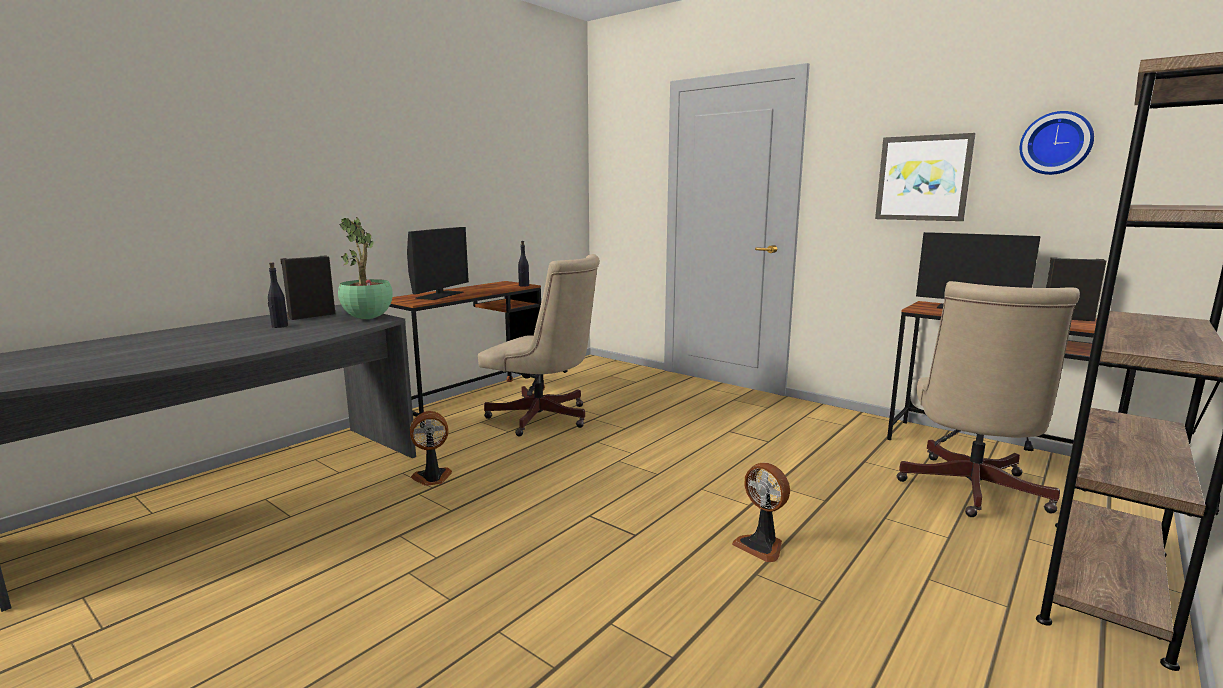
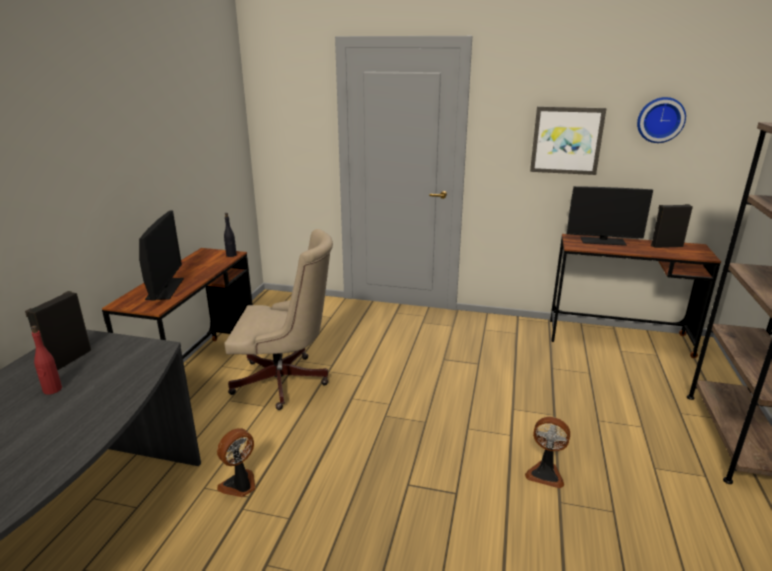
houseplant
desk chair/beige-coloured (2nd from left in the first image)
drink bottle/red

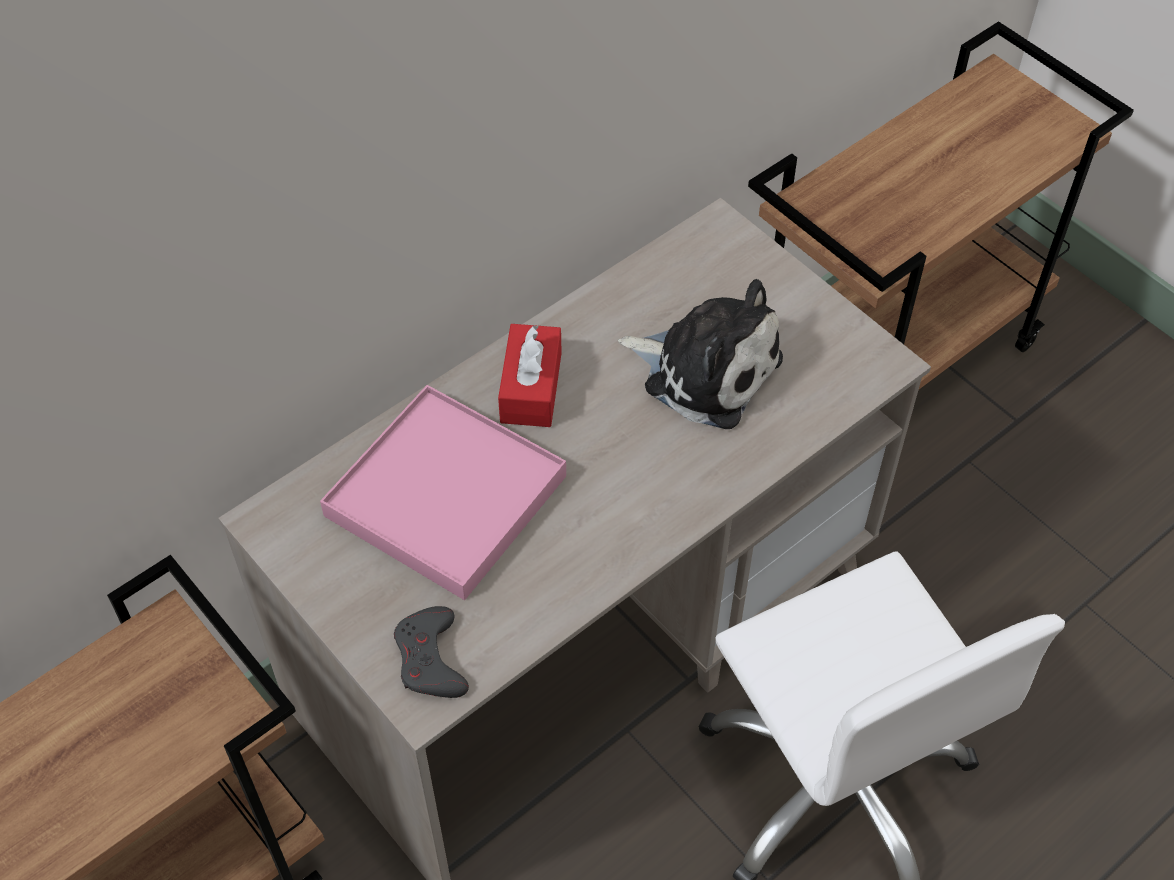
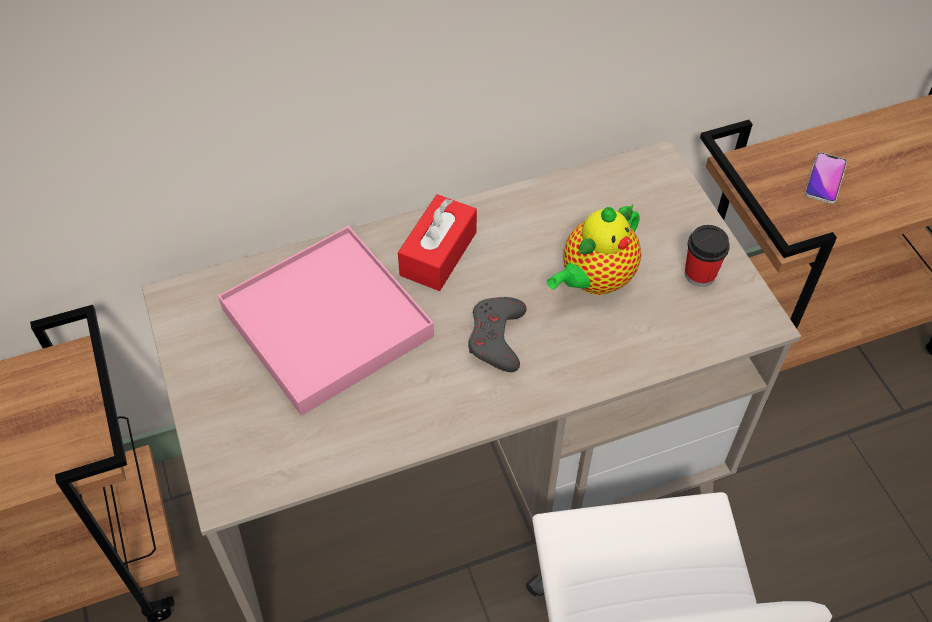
small cup
handset
joypad/gray
teapot

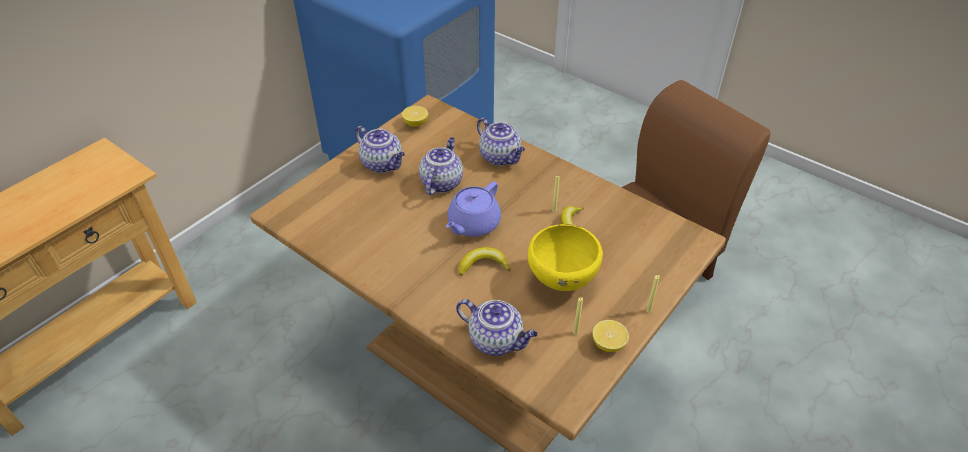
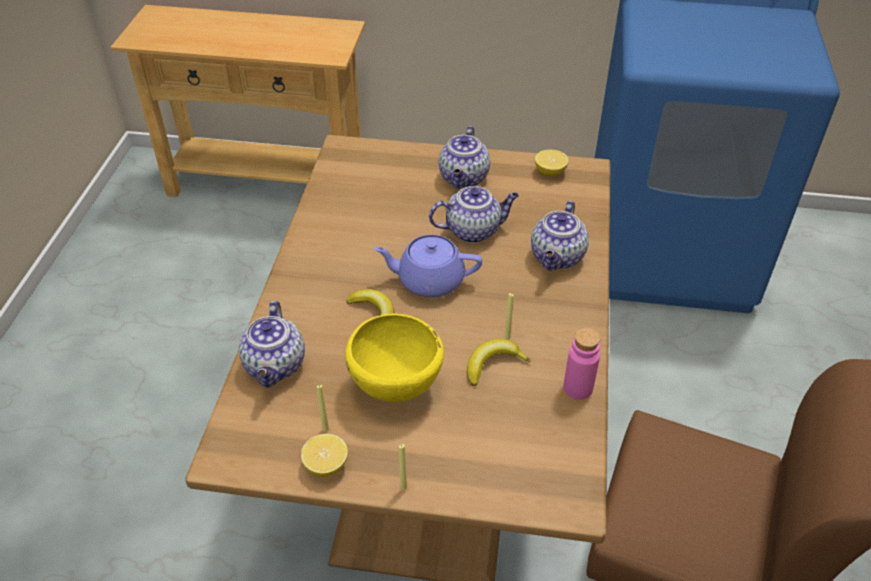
drink bottle/pinkish

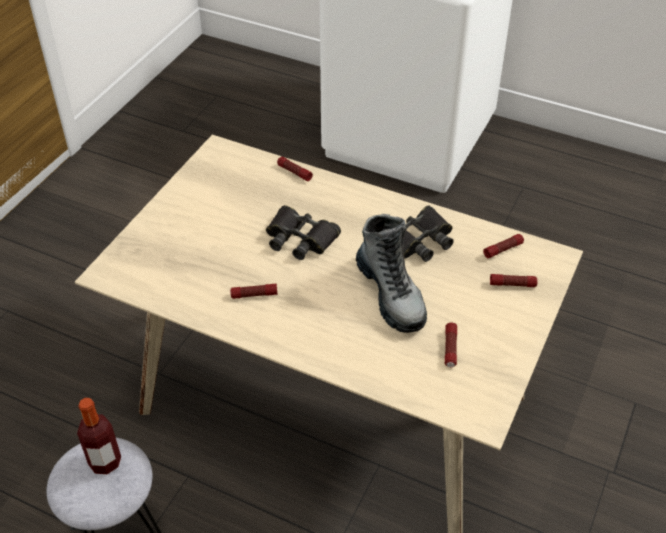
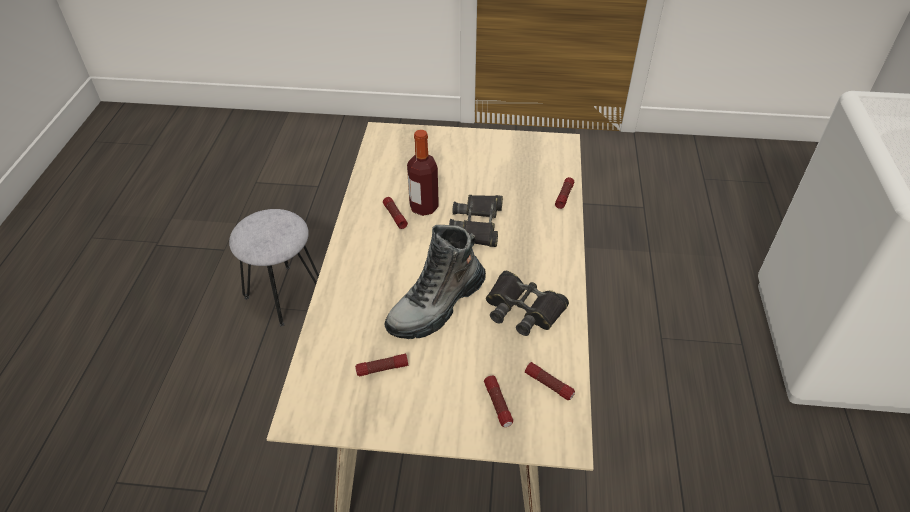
drink bottle

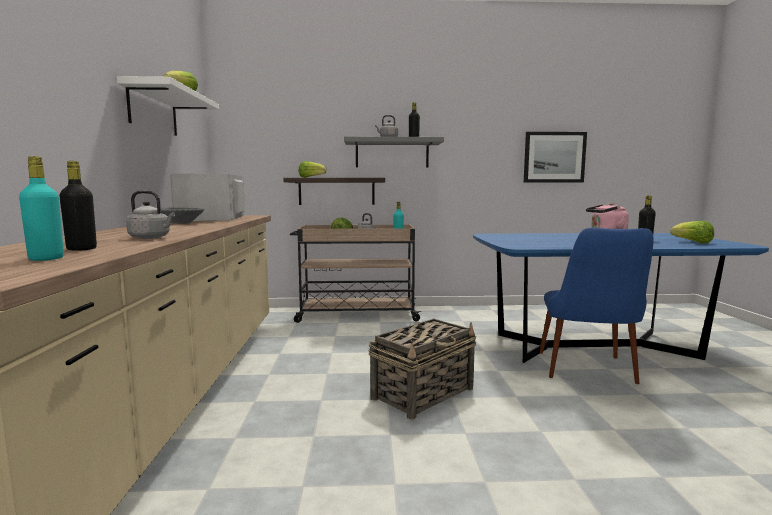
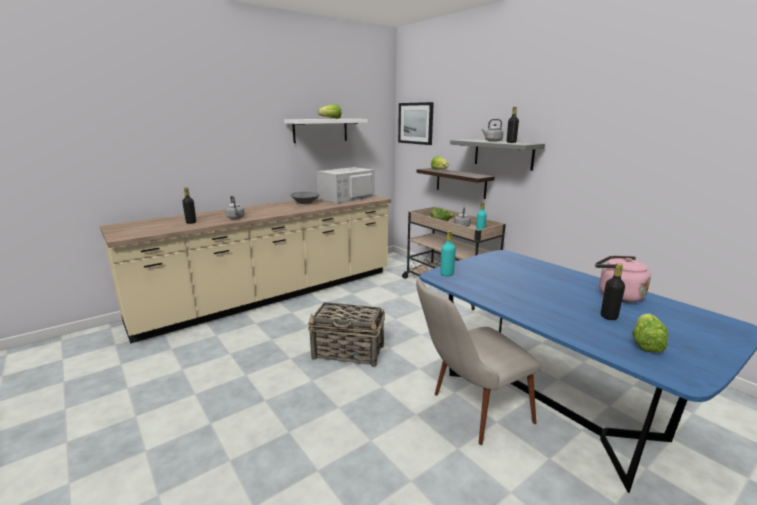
drink bottle/blue-green (1st from left)
wall art
upright chair/beige-coloured

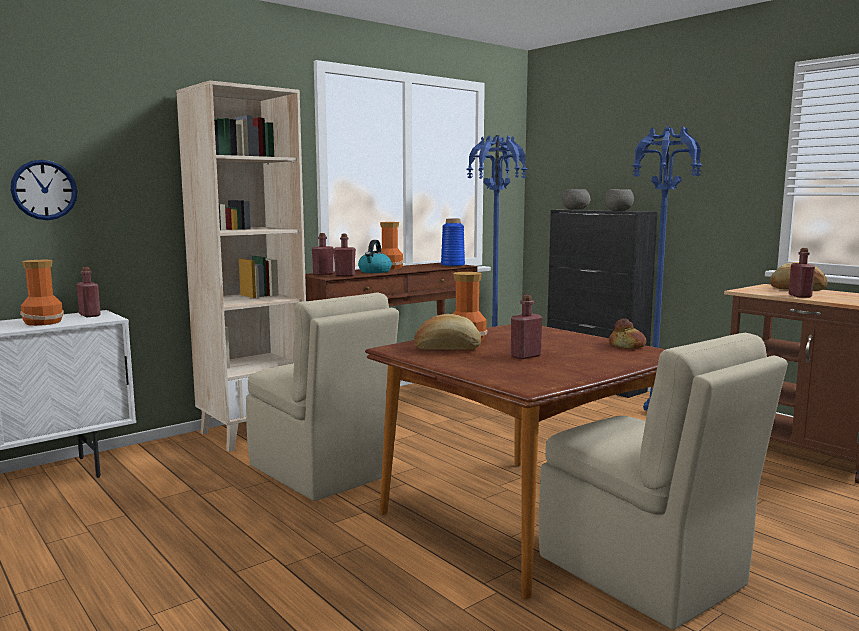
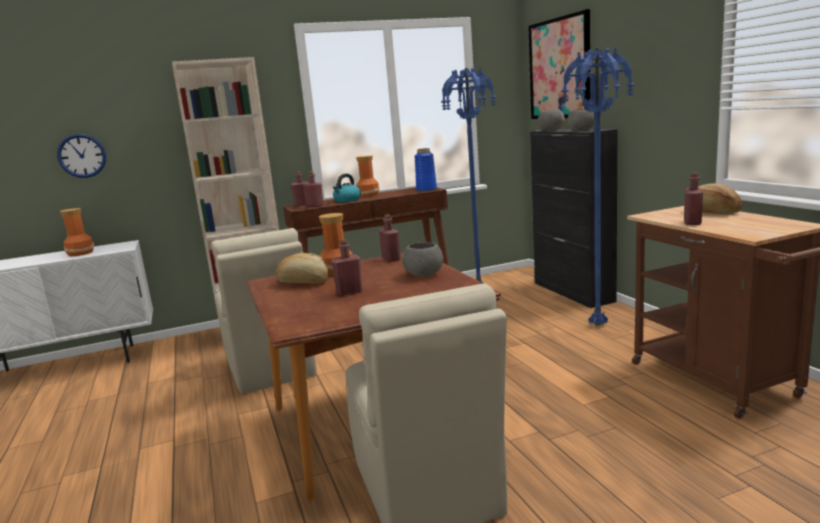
bread (2nd from left in the first image)
deep dish/gray (1st from left)
wall art
drink bottle/red (4th from left)

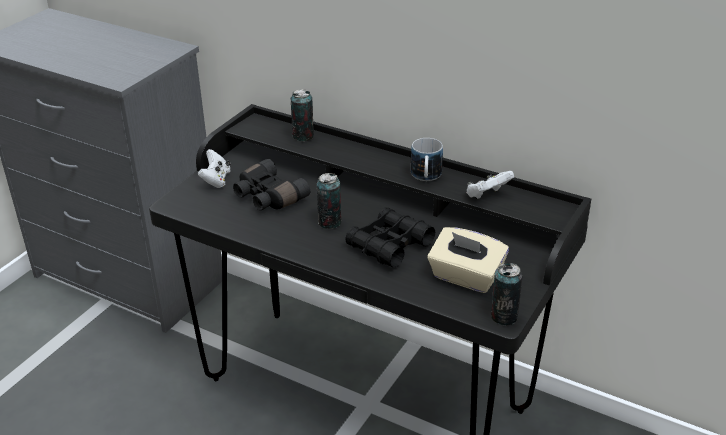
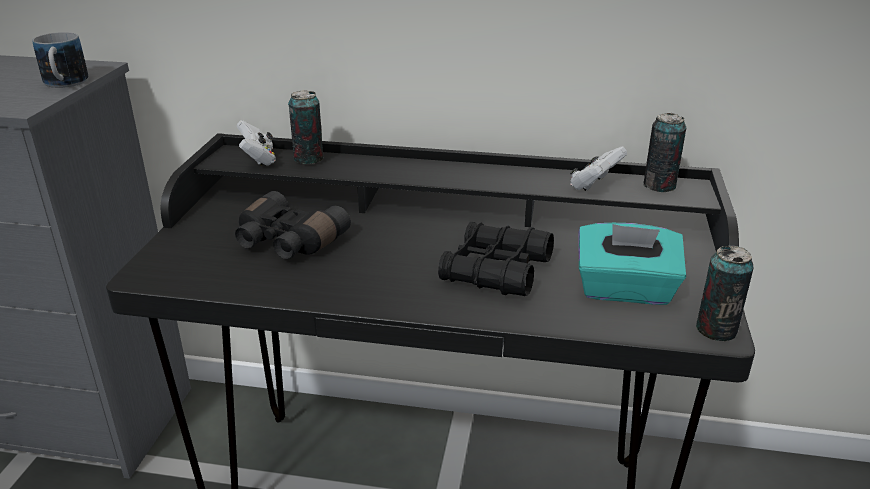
joypad/white (1st from left)
sealed can (2nd from left)
coffee mug
tissue holder/blue-green

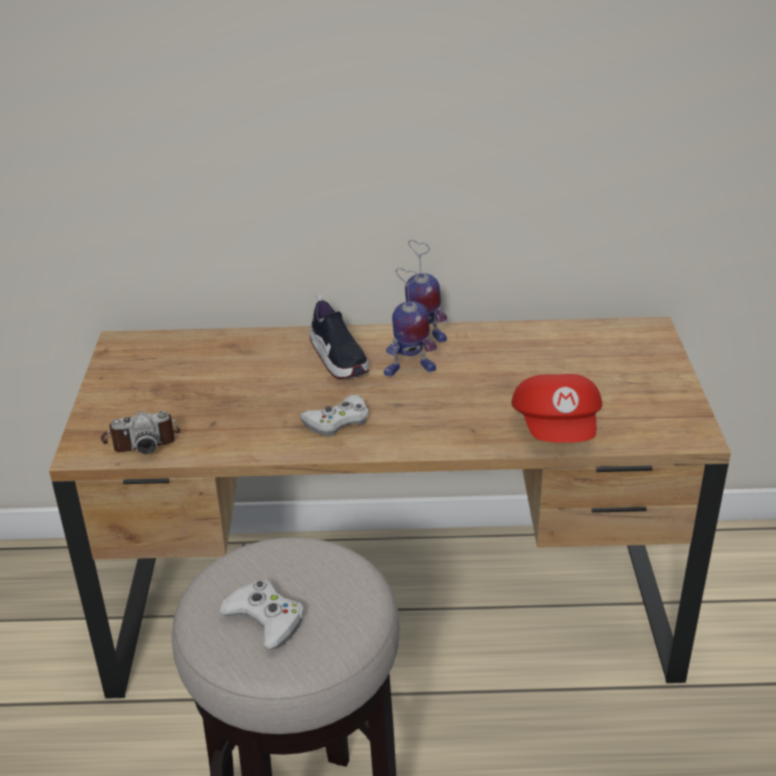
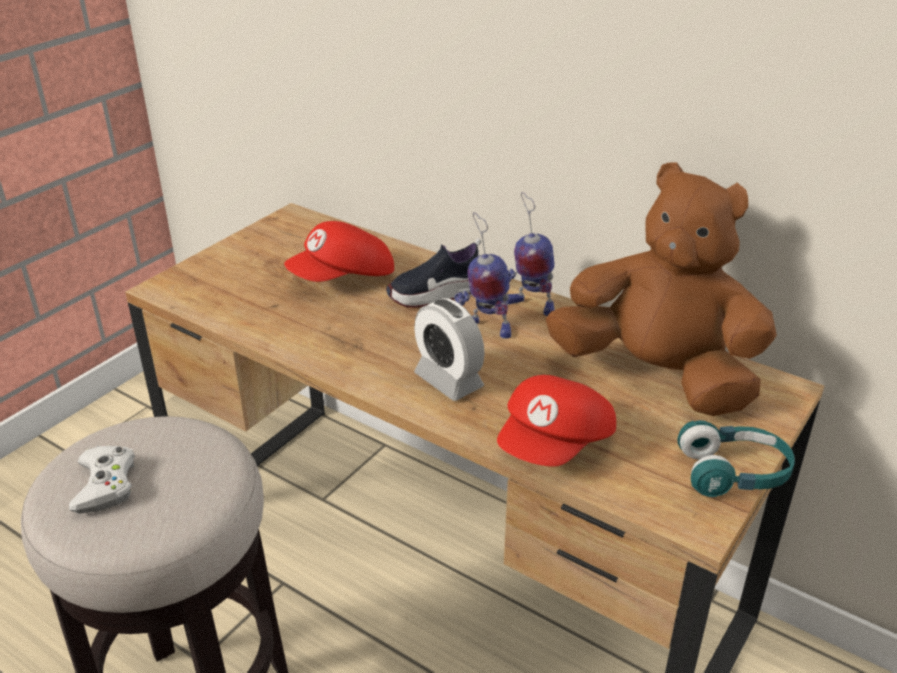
still camera
joypad/white (2nd from left in the first image)
peaked cap/red (1st from left)
alarm clock
cuddly toy/brownish
headphones/blue-green
shoe

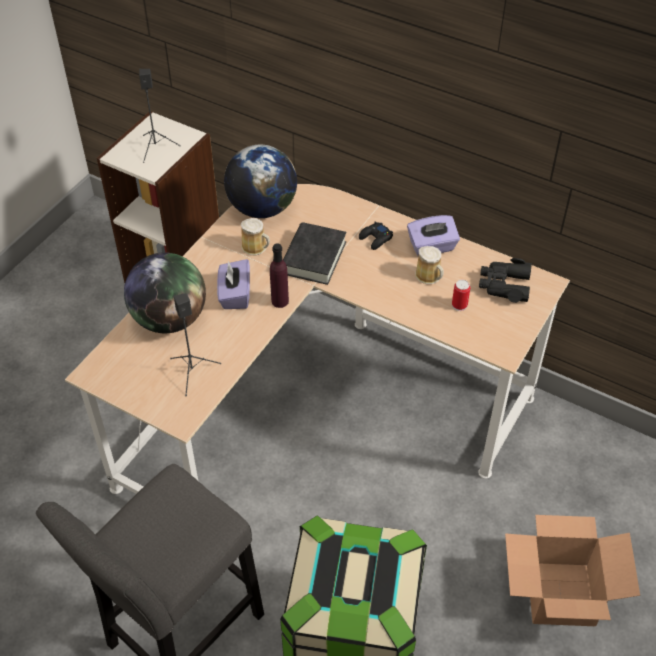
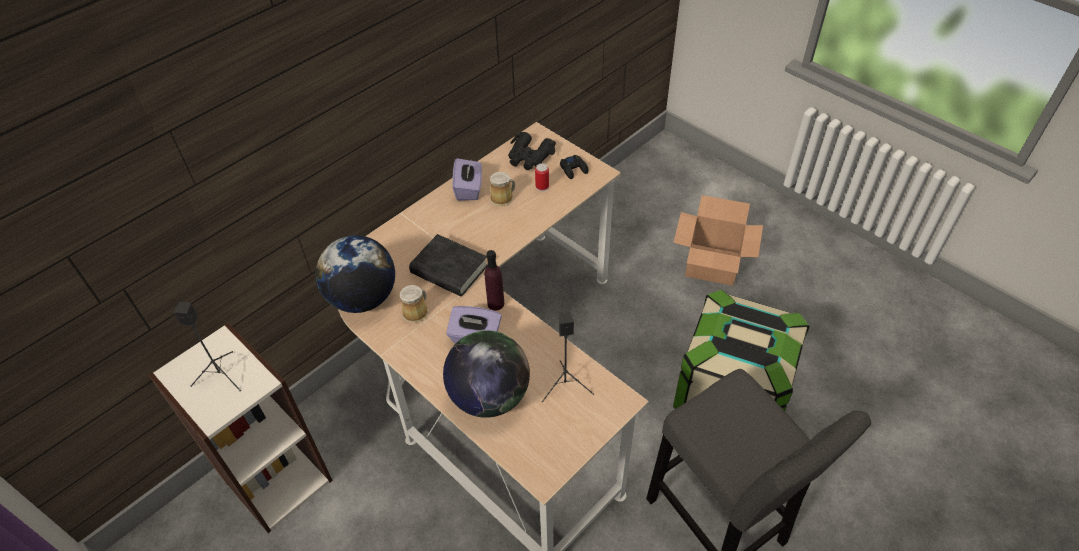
joypad/blackish

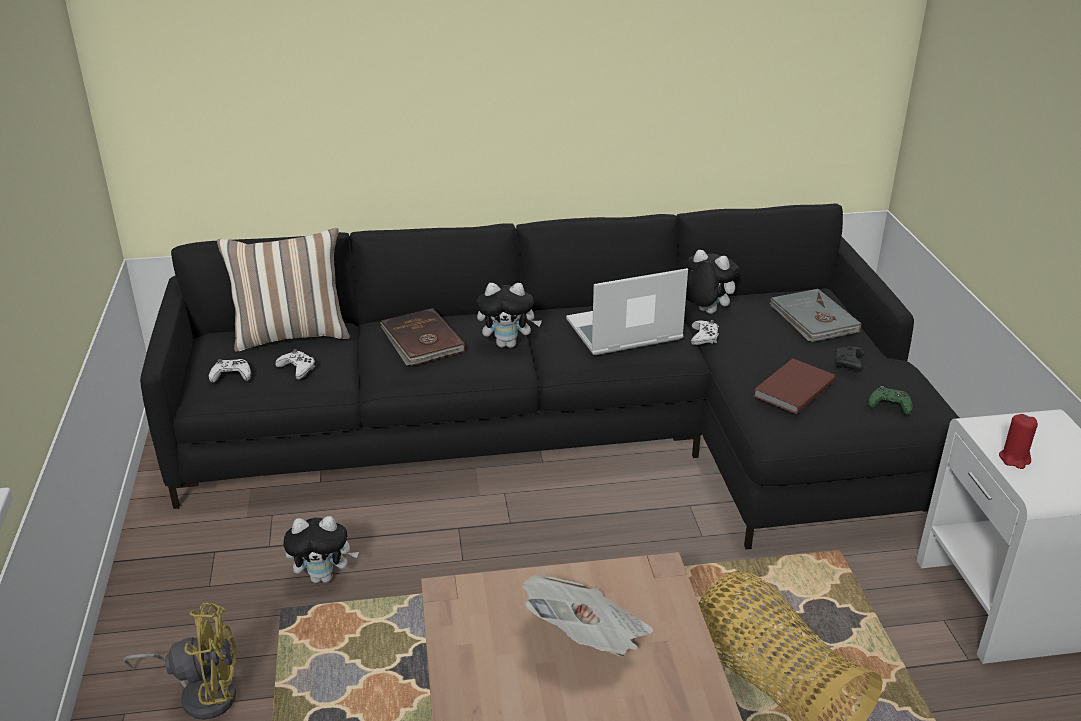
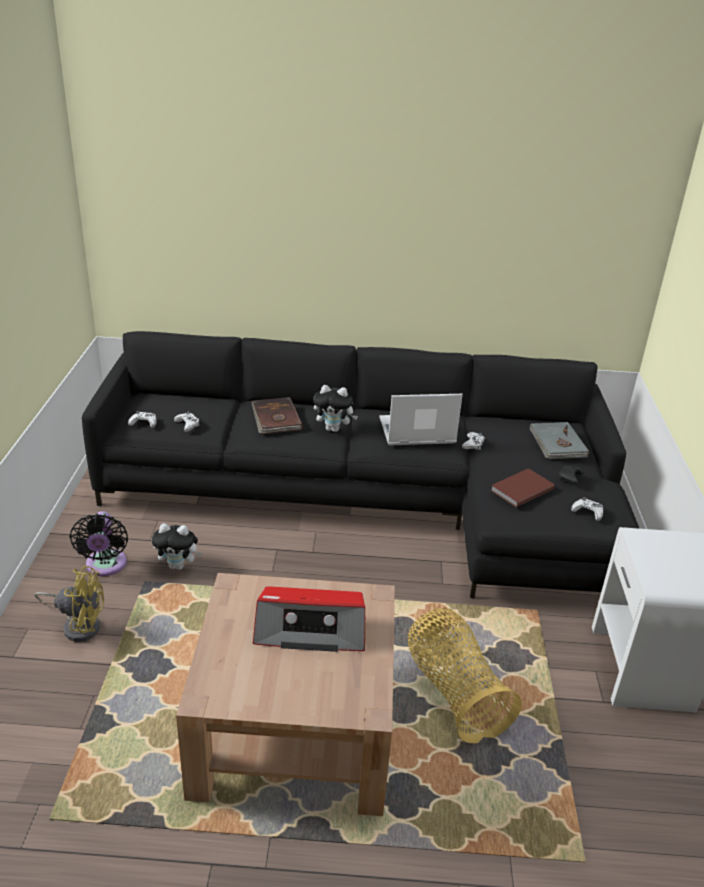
pillow
cuddly toy (3rd from left in the first image)
candle/red
fan/blackish
radio
joypad/white (4th from left)

